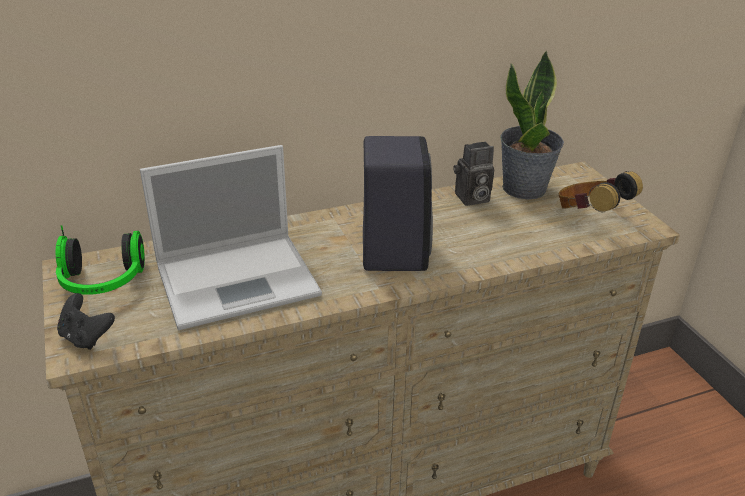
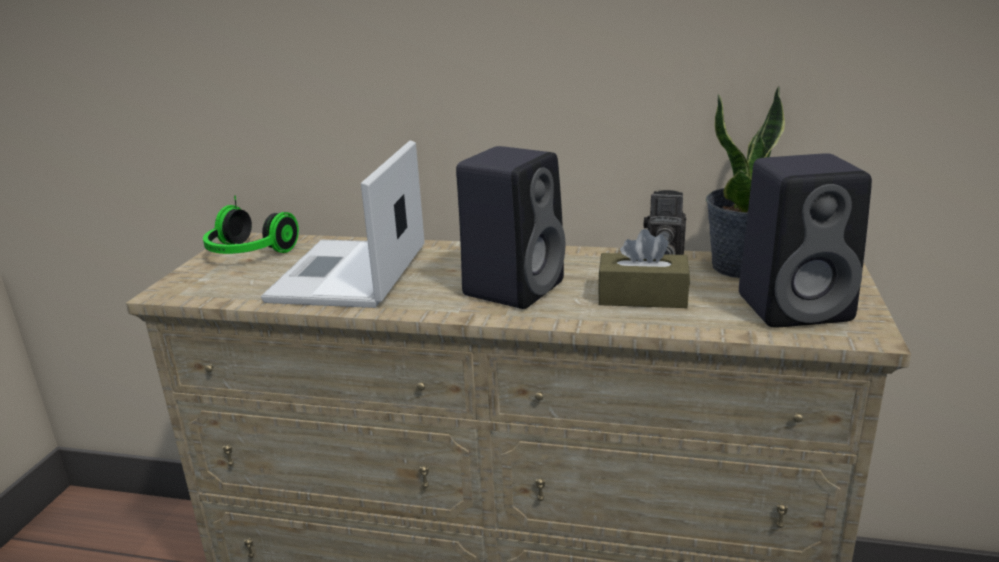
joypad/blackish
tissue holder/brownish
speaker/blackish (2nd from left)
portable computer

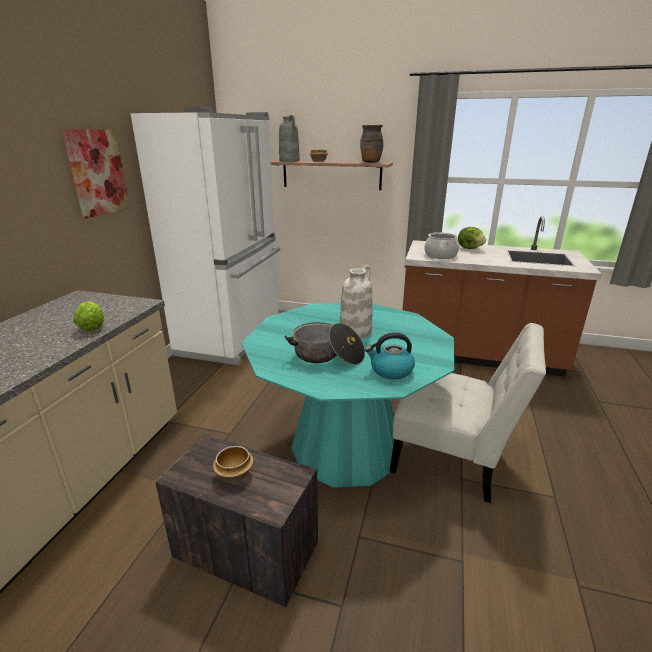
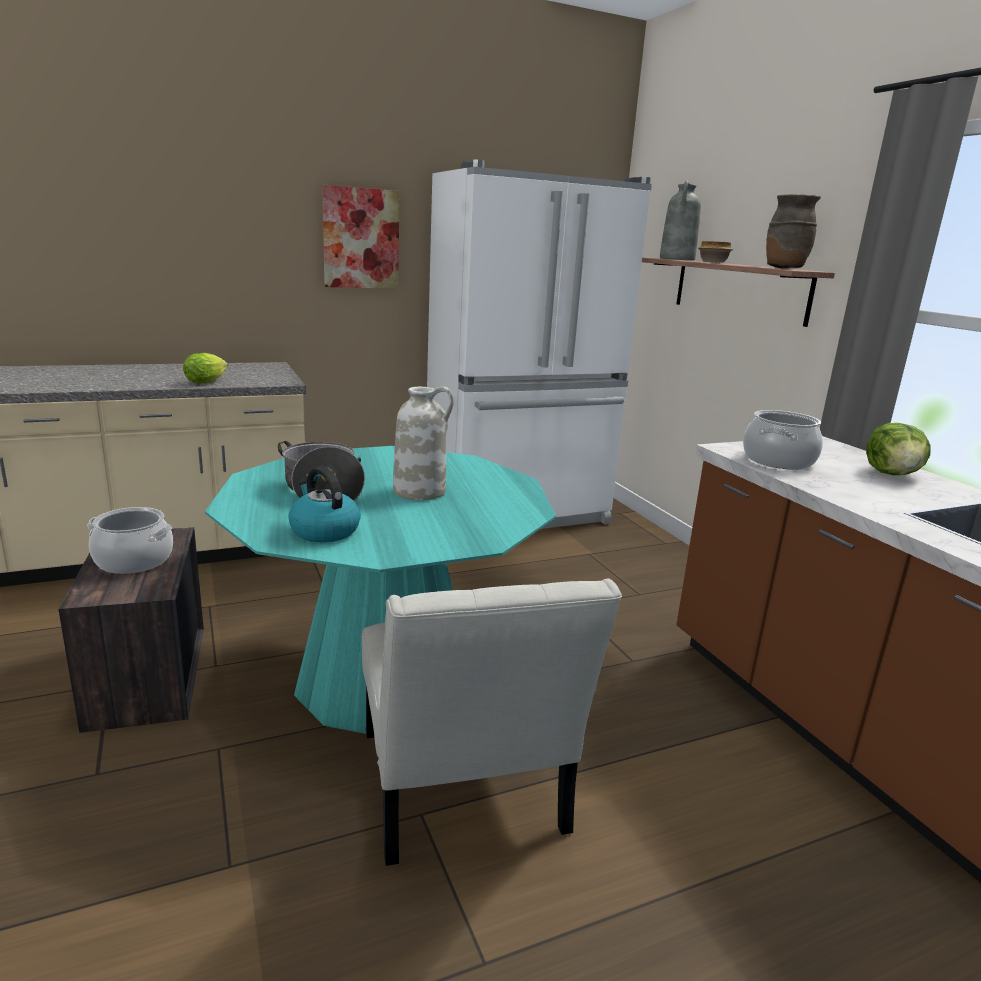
stockpot (1st from left)

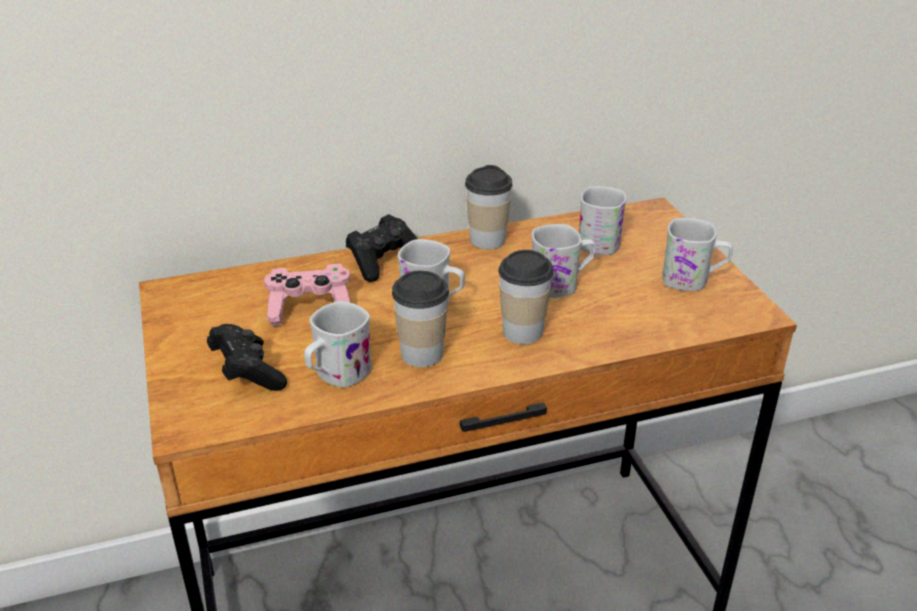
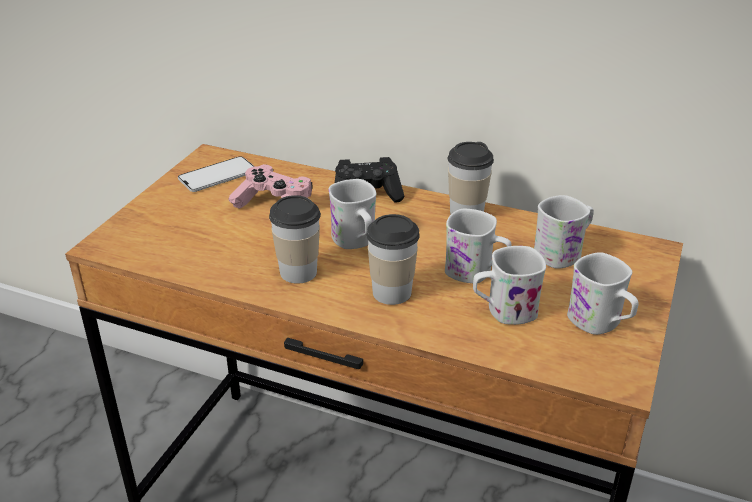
joypad/blackish (1st from left in the first image)
handset
coffee mug/white (3rd from left)

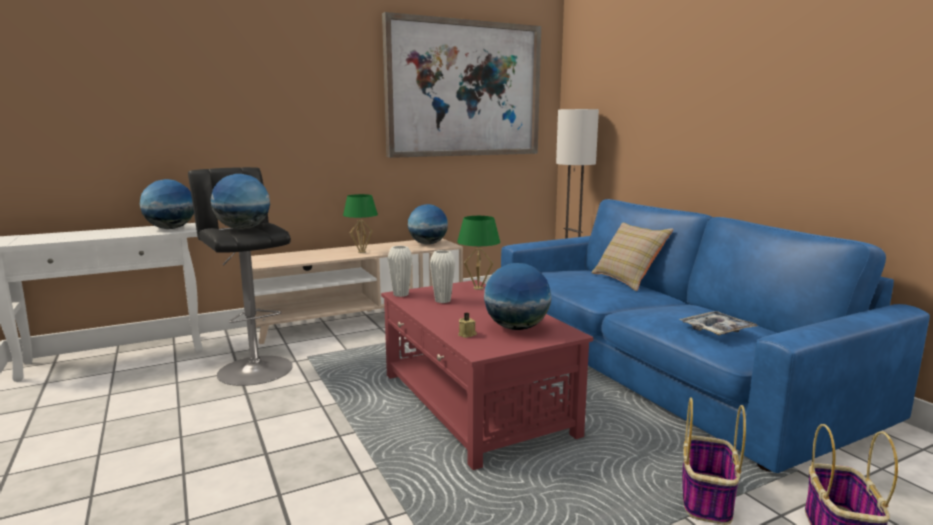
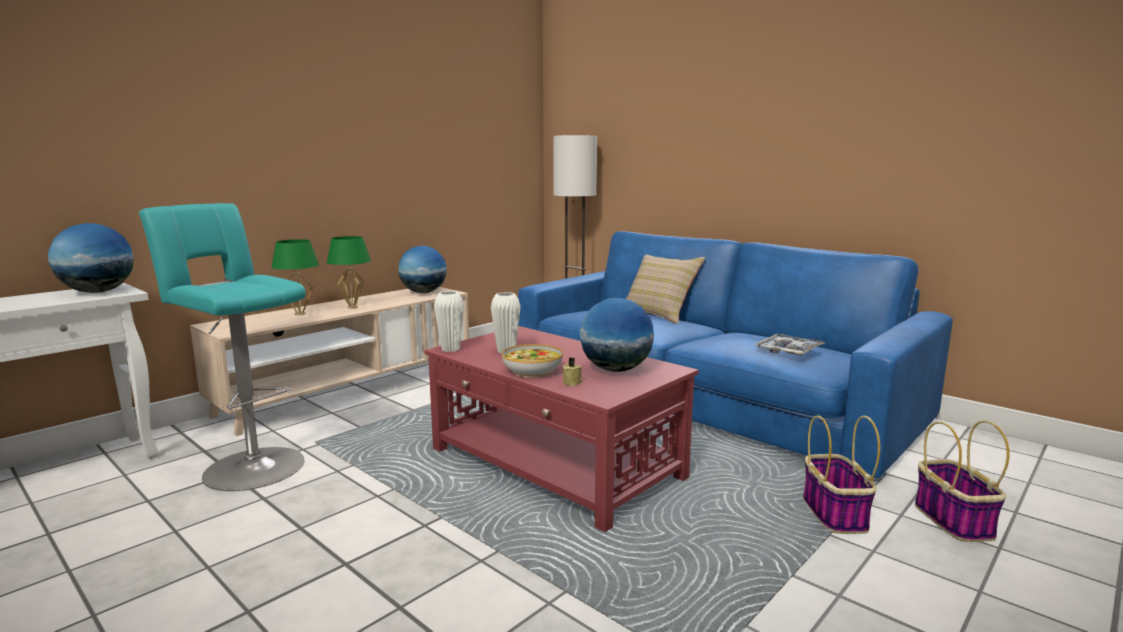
globe (2nd from left in the first image)
wall art
deep dish
lamp for a table/green (1st from left)
sitting stool/blue-green

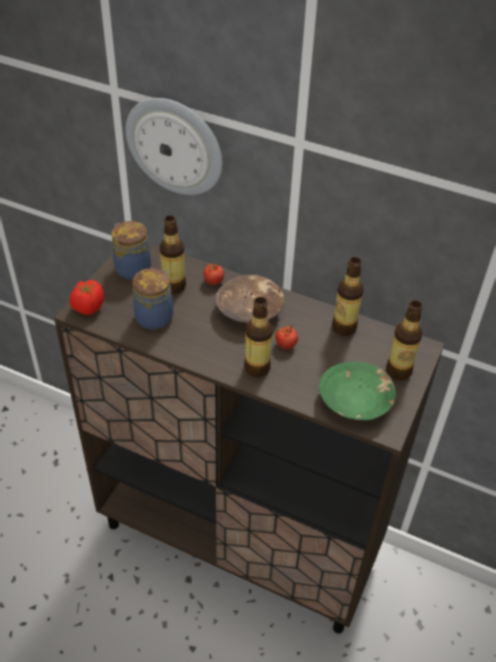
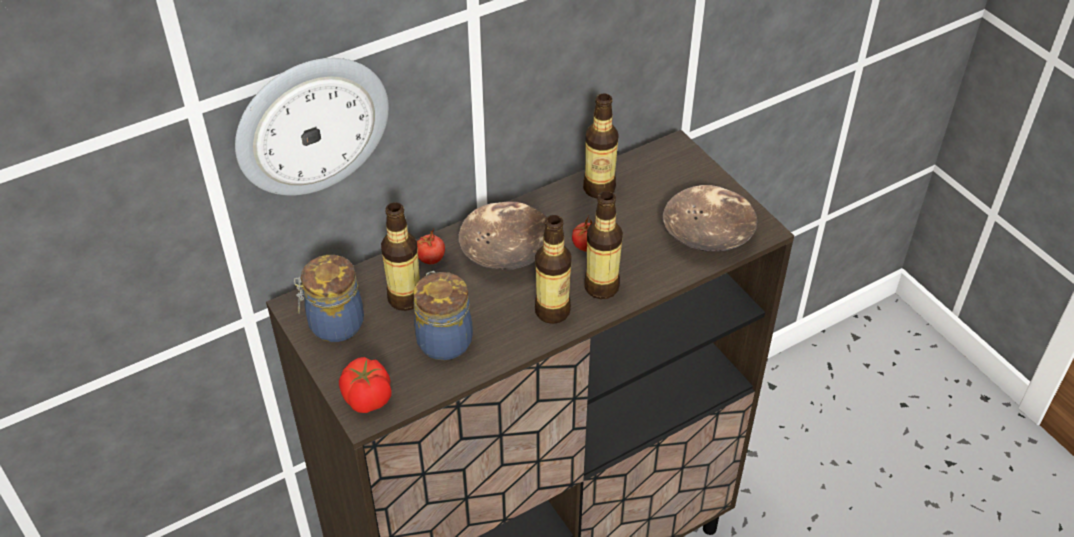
drink bottle (2nd from left)
deep dish/brownish (2nd from left)

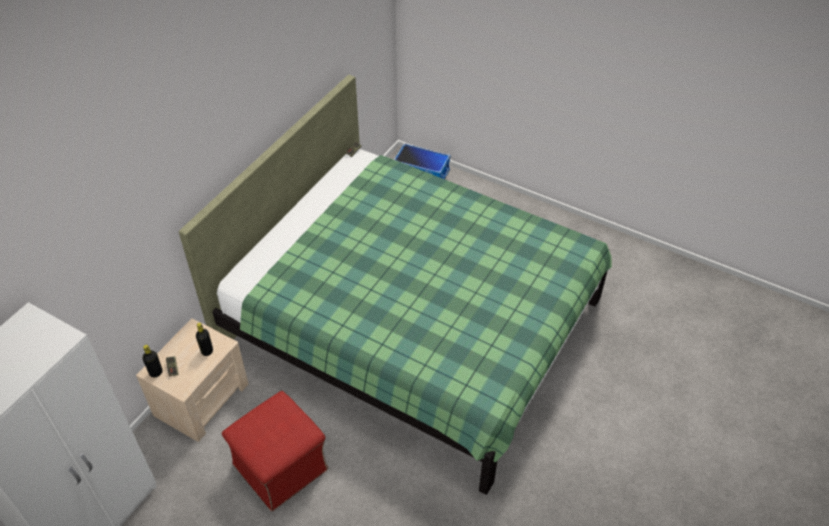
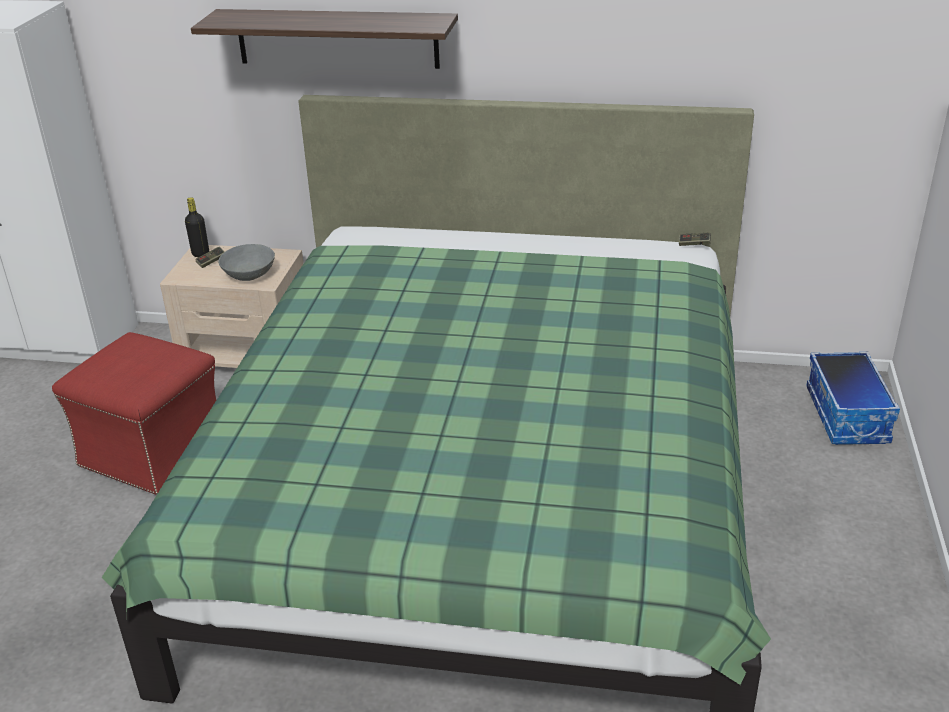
bracket shelf
deep dish/gray

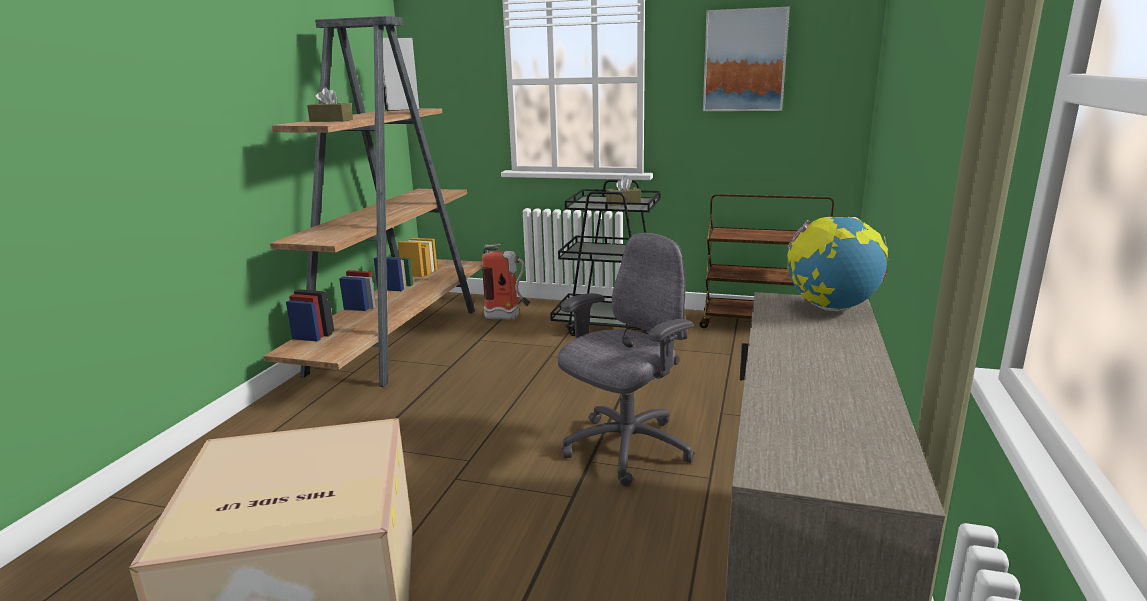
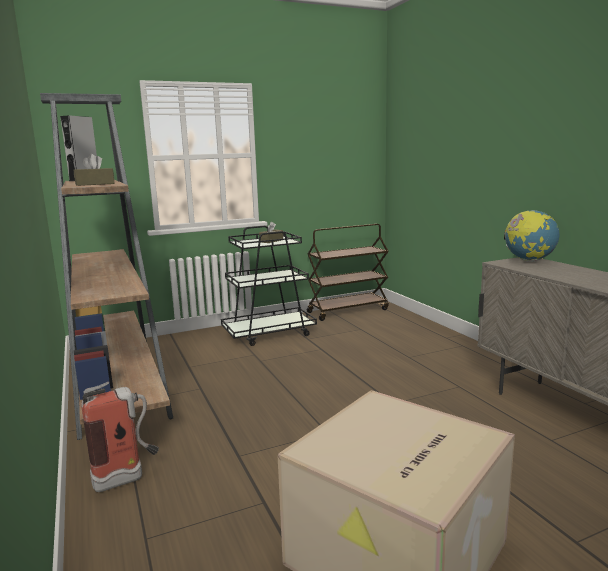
desk chair/gray
wall art
fire-fighting cylinder

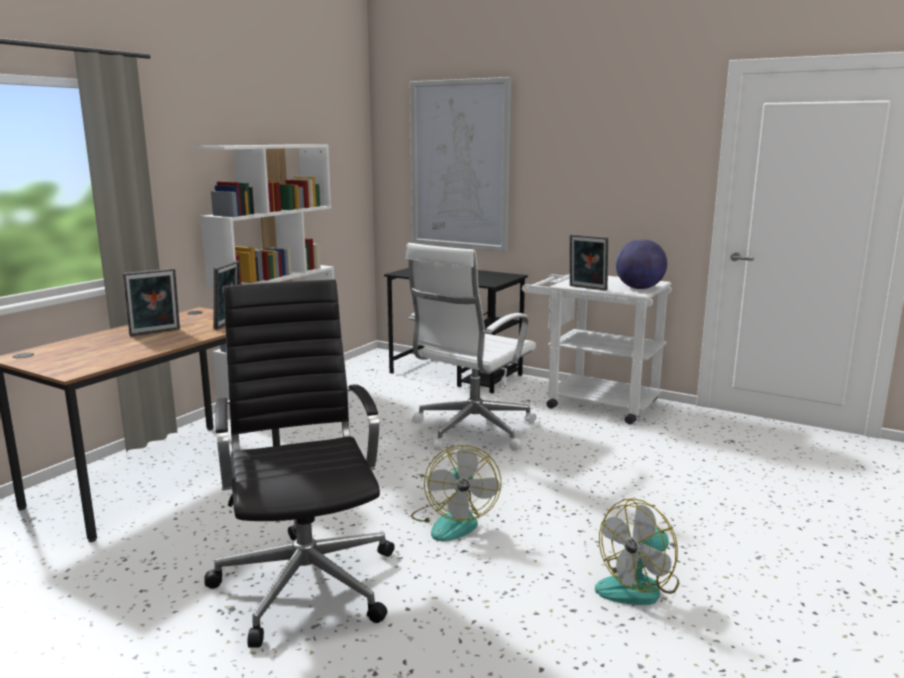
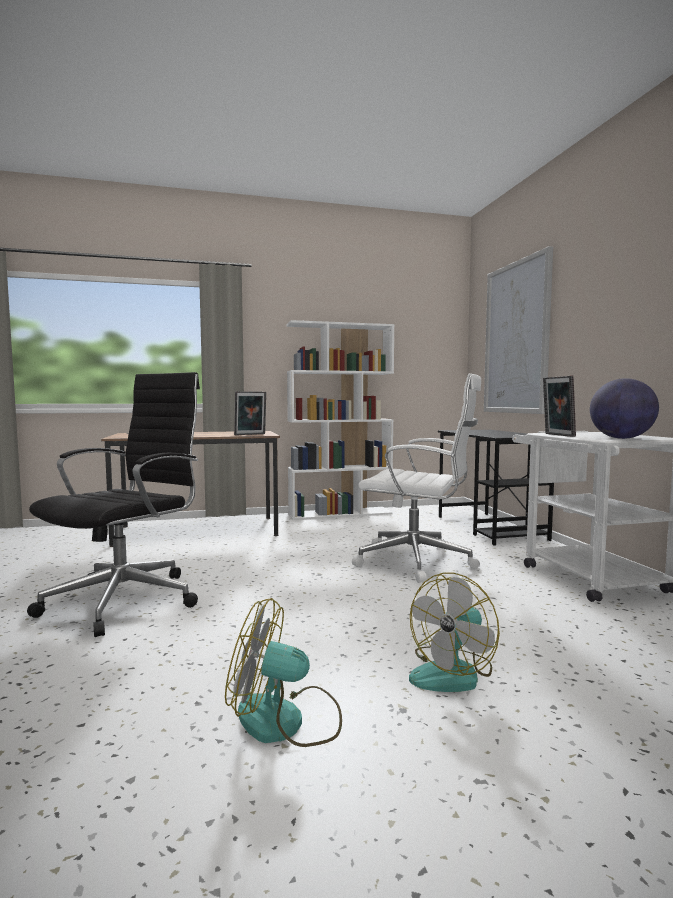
standing frame (1st from left in the first image)
fan (2nd from left)
desk chair/white

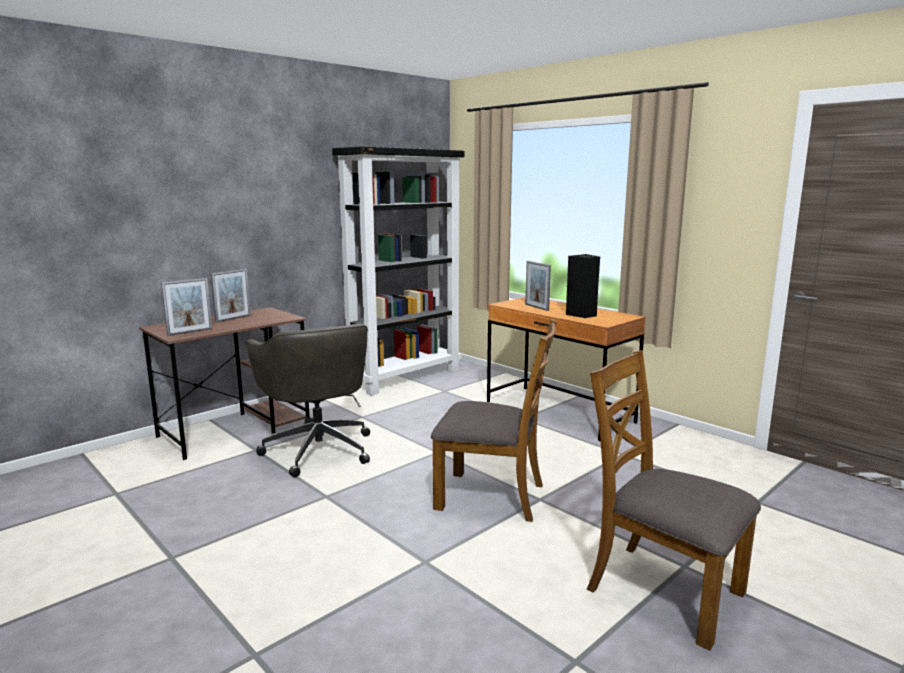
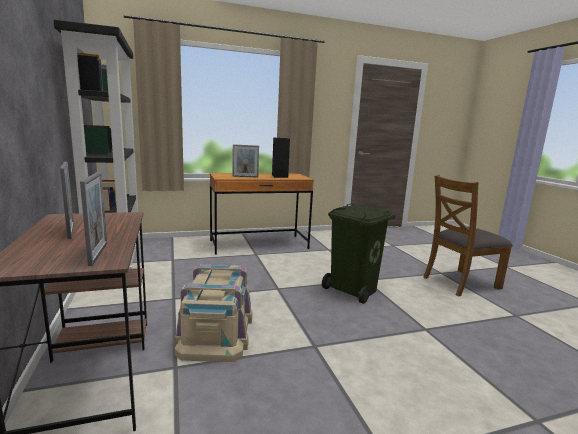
storage container/beige-coloured
trash can/green

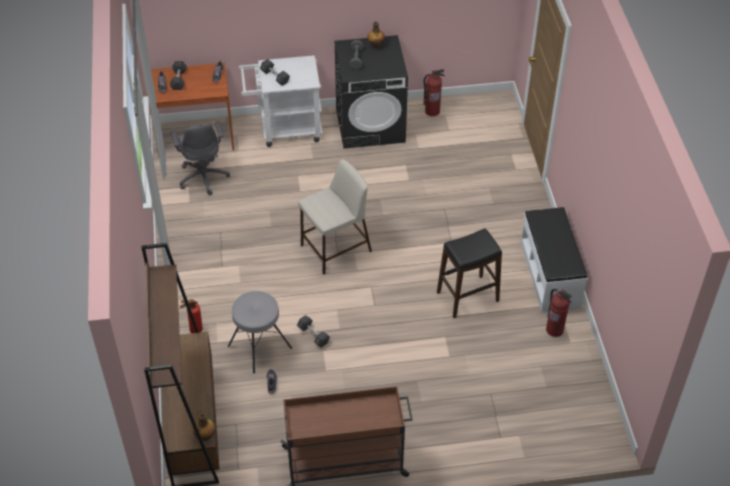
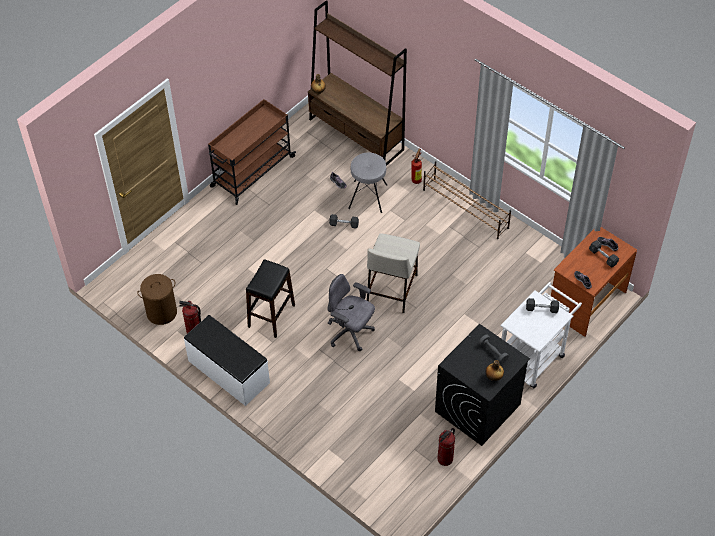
washing basket/brownish
shoe shelf/brownish
desk chair/gray

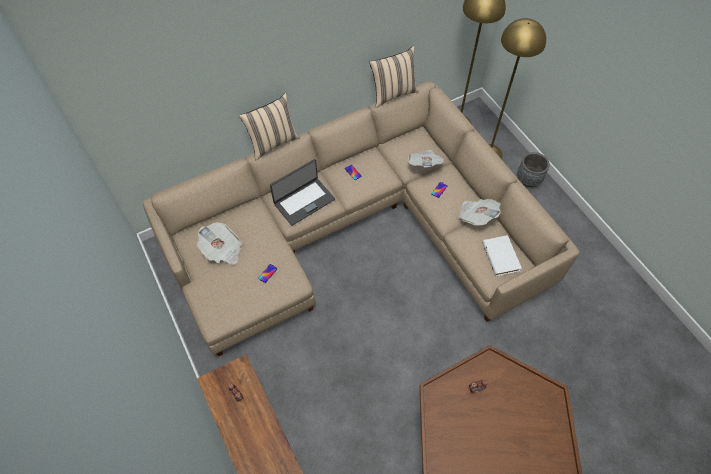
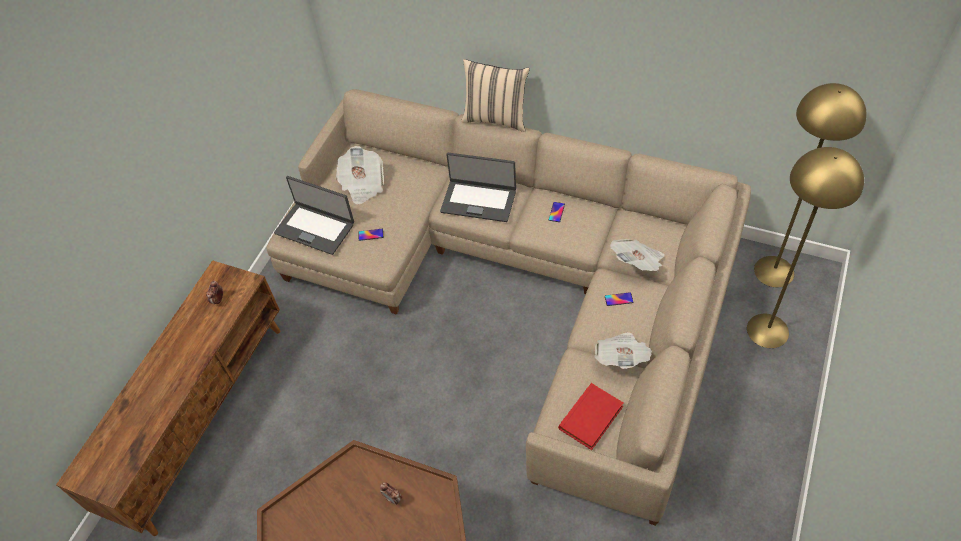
pillow/beige-coloured (2nd from left in the first image)
flower pot/gray
portable computer (1st from left)
volume/red

